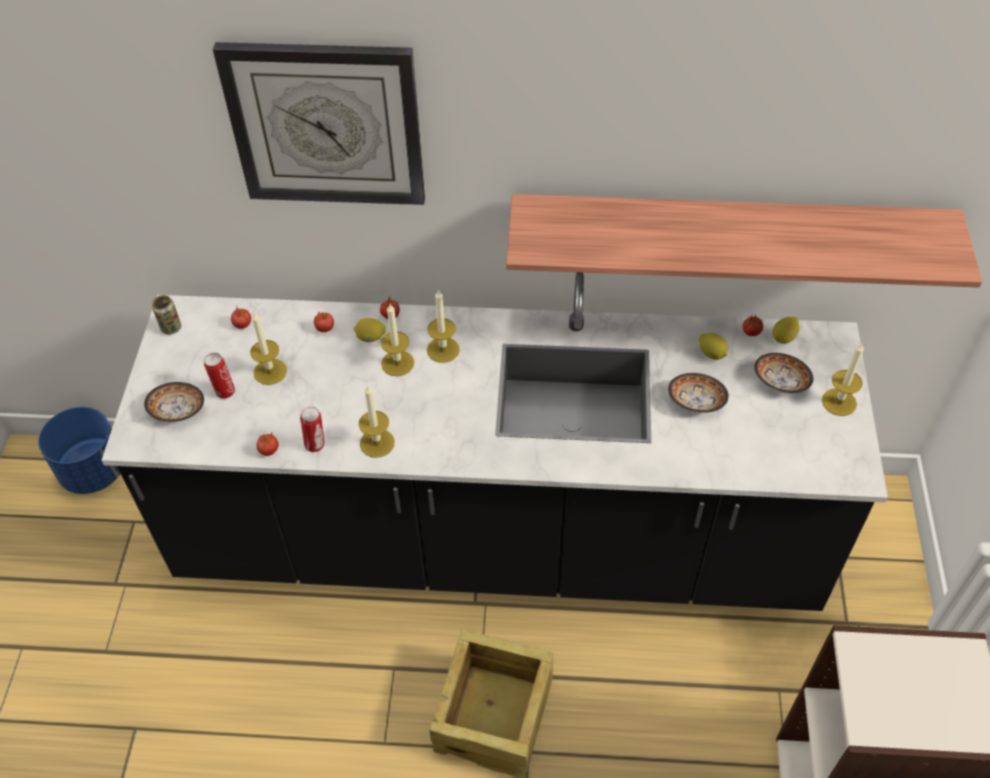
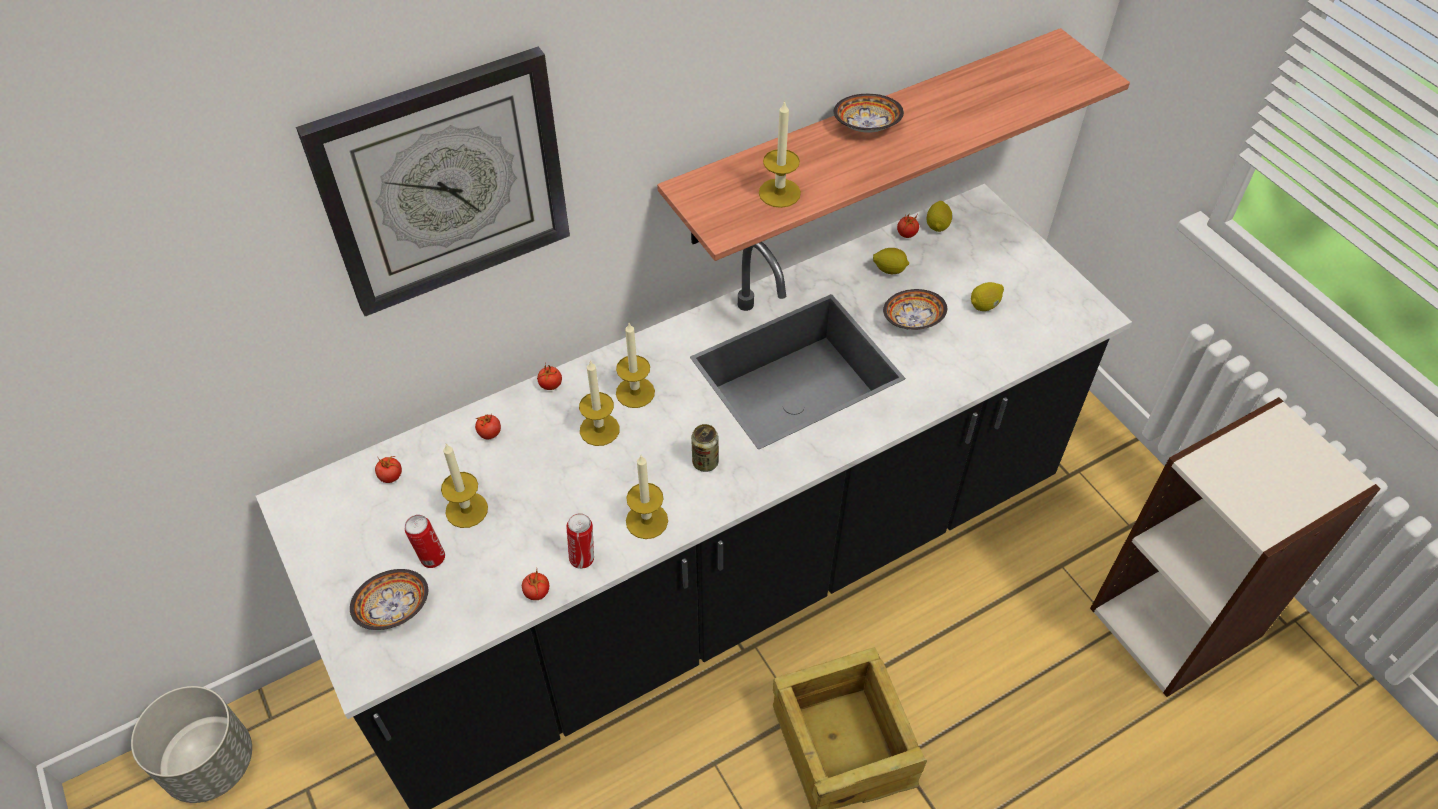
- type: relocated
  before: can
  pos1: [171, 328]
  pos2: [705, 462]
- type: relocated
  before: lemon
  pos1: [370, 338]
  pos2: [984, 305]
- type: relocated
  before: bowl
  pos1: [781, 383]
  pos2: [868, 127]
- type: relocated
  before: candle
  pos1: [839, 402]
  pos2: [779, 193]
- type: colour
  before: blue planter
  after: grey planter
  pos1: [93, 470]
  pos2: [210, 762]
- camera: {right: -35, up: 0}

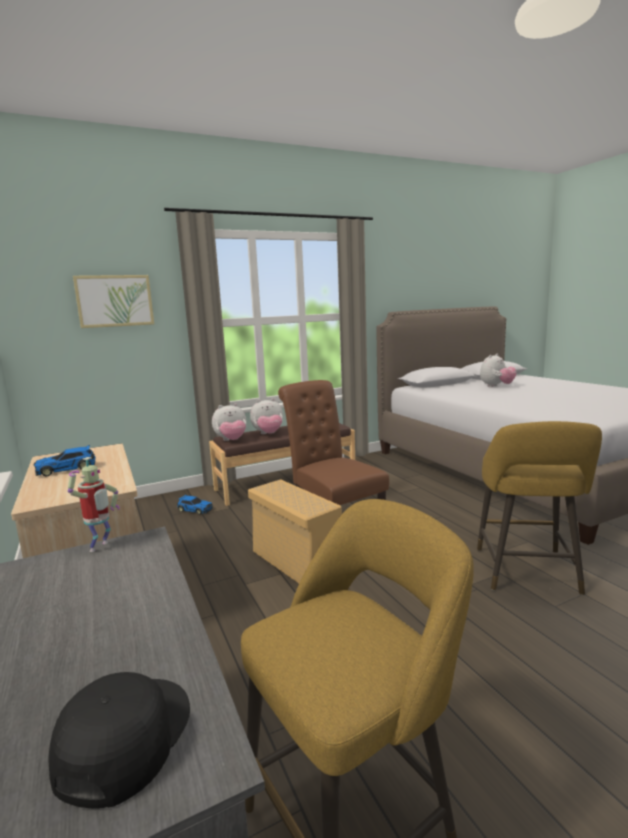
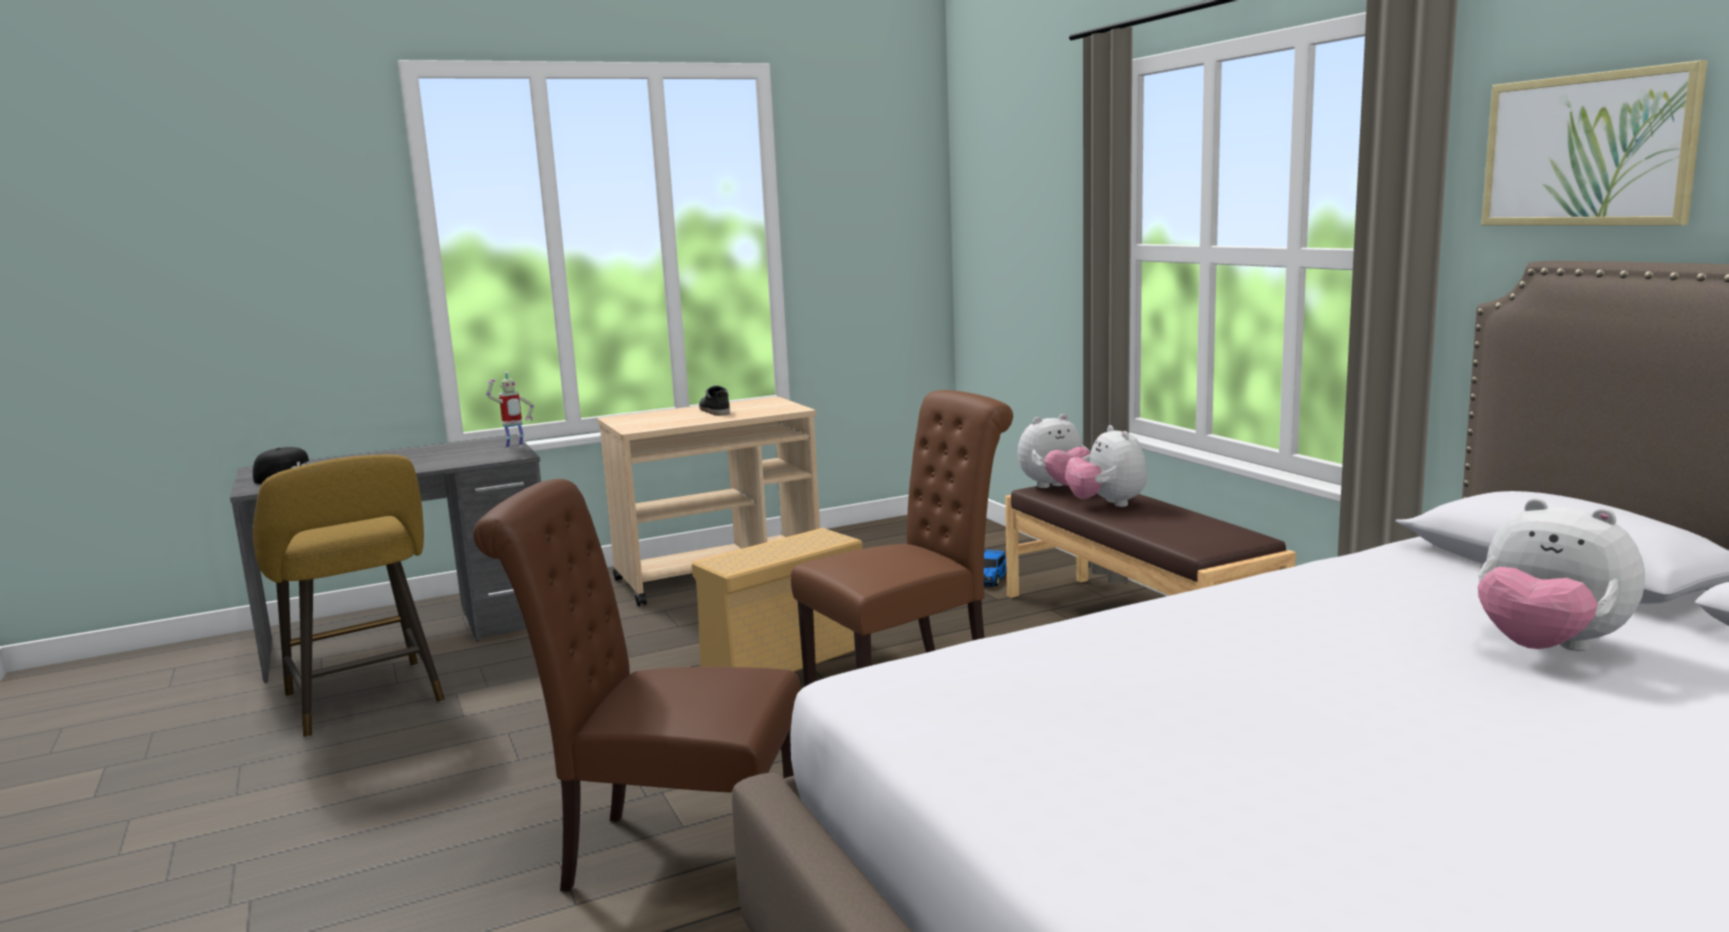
- type: relocated
  before: picture
  pos1: [115, 301]
  pos2: [1587, 150]
- type: exchanged
  before: toy car
  after: shoe
  pos1: [68, 469]
  pos2: [714, 410]
- type: exchanged
  before: yellow stool
  after: brown chair
  pos1: [527, 574]
  pos2: [668, 855]
- type: spun
  before: toy robot
  pos1: [101, 547]
  pos2: [515, 448]
  turn: -60
- type: spun
  before: plush toy
  pos1: [231, 440]
  pos2: [1055, 488]
  turn: -90
- camera: {right: 90, up: 0}

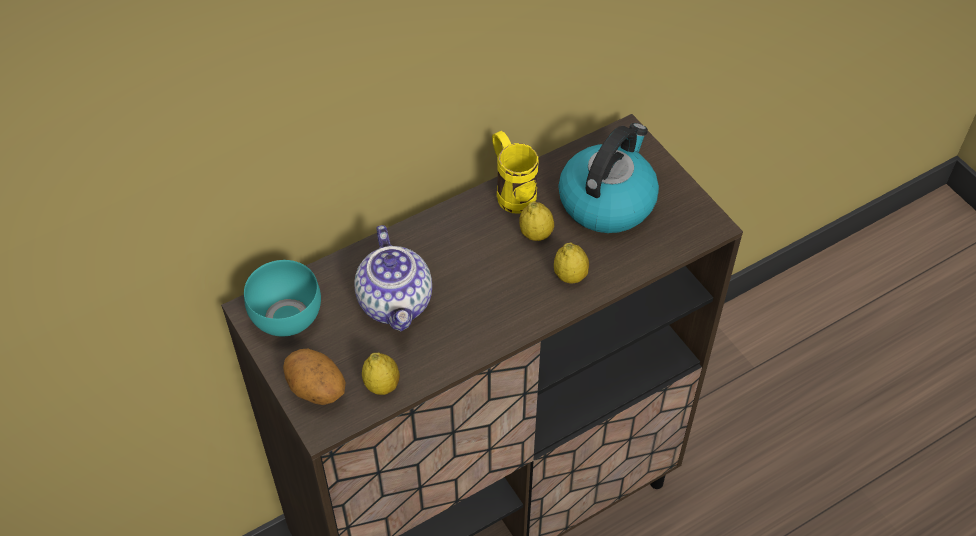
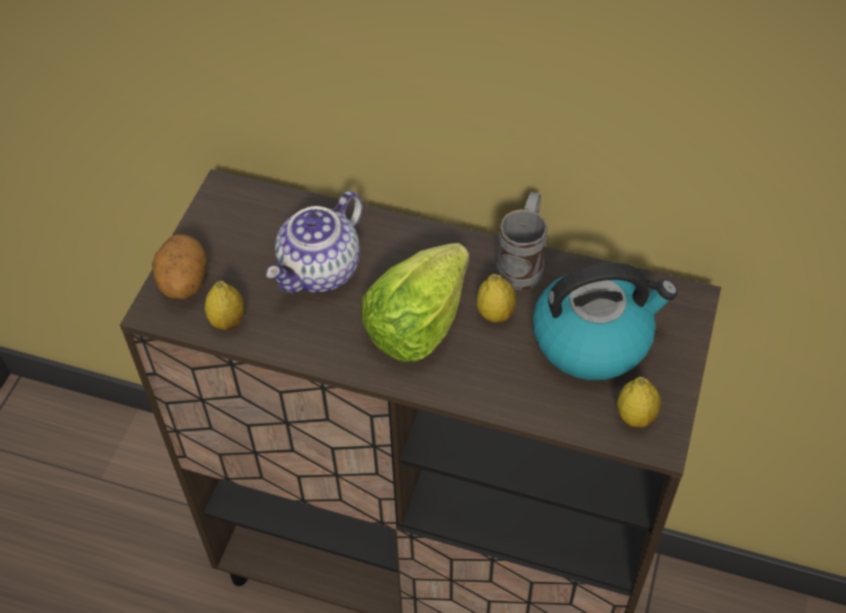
- type: missing
  before: turquoise bowl
  pos1: [288, 320]
- type: appeared
  after: lettuce
  pos2: [417, 324]
- type: relocated
  before: lemon
  pos1: [570, 276]
  pos2: [635, 416]
- type: colour
  before: yellow mug
  after: grey mug
  pos1: [511, 191]
  pos2: [523, 263]
- camera: {right: 50, up: 0}

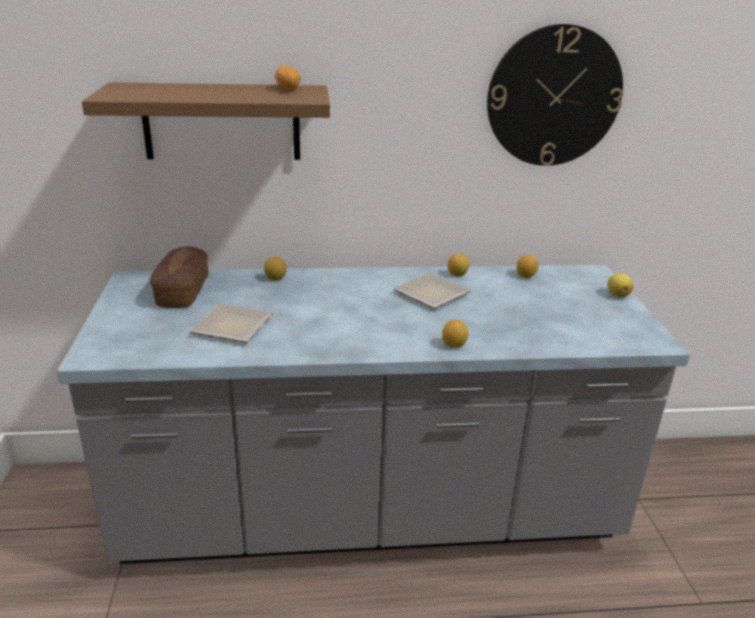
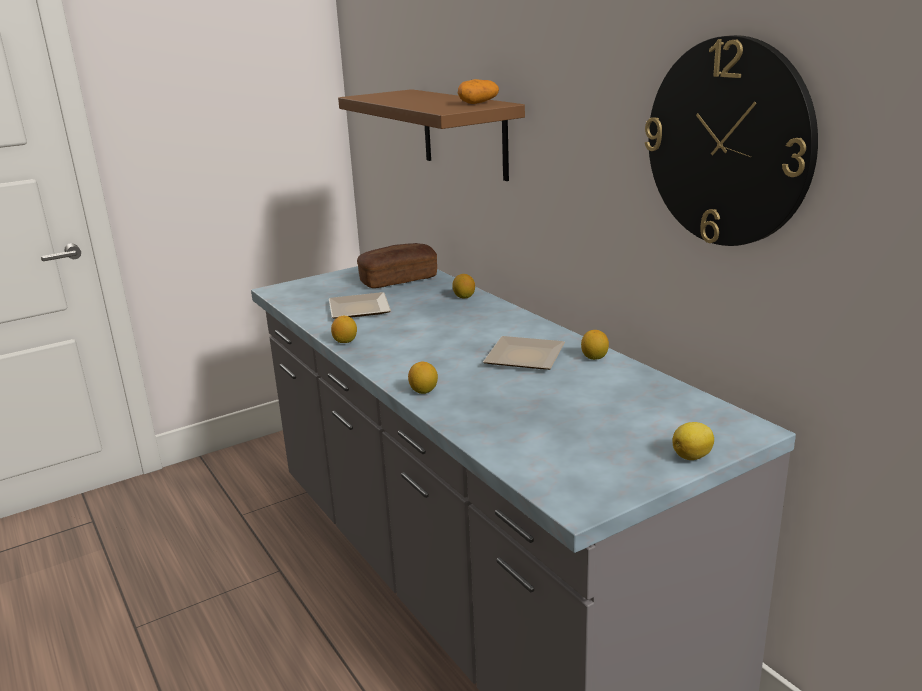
- type: relocated
  before: lemon
  pos1: [525, 276]
  pos2: [345, 341]
- camera: {right: 65, up: -5}

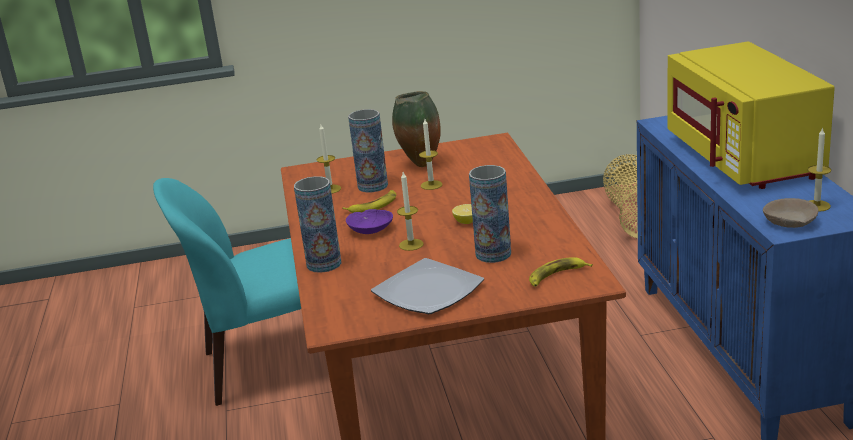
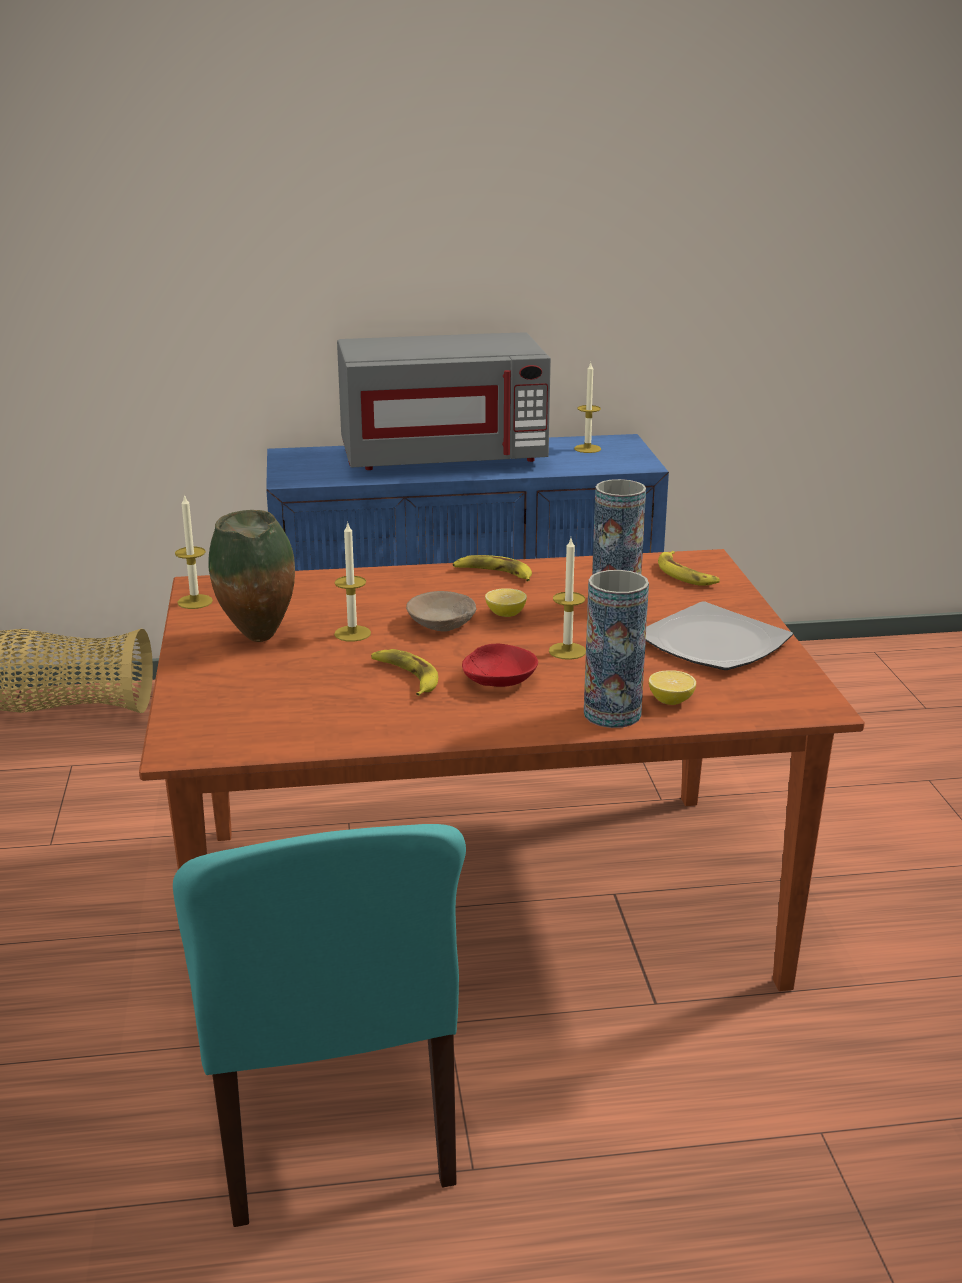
- type: missing
  before: vase
  pos1: [372, 186]
- type: appeared
  after: banana
  pos2: [494, 574]
- type: appeared
  after: lemon
  pos2: [671, 701]
- type: relocated
  before: candle
  pos1: [330, 189]
  pos2: [195, 601]
- type: relocated
  before: beige bowl
  pos1: [790, 222]
  pos2: [442, 623]
- type: colour
  before: purple bowl
  after: red bowl
  pos1: [370, 229]
  pos2: [498, 679]
- type: colour
  before: yellow microwave
  after: grey microwave
  pos1: [744, 158]
  pos2: [443, 458]
- camera: {right: -90, up: 0}

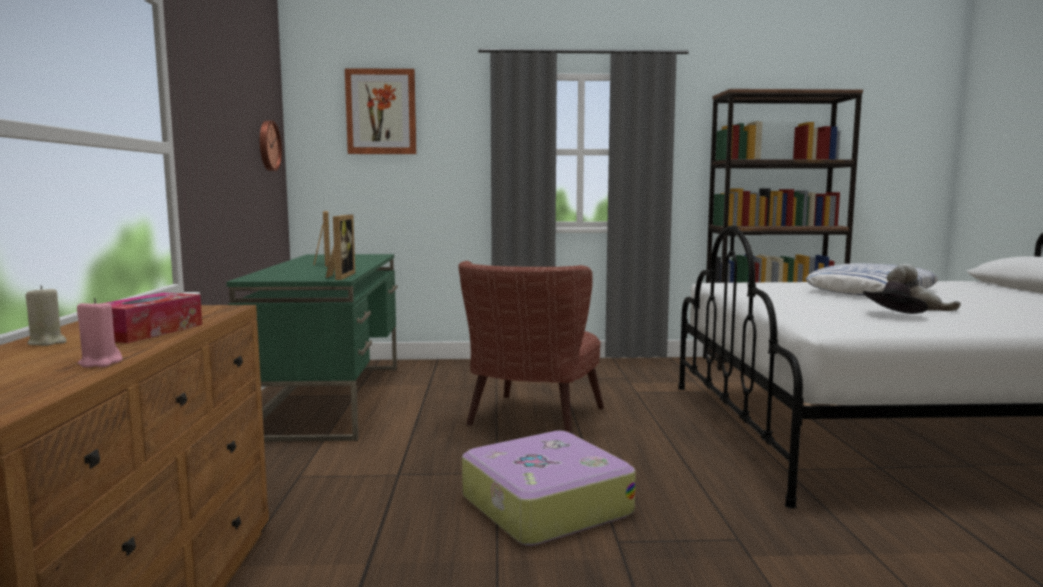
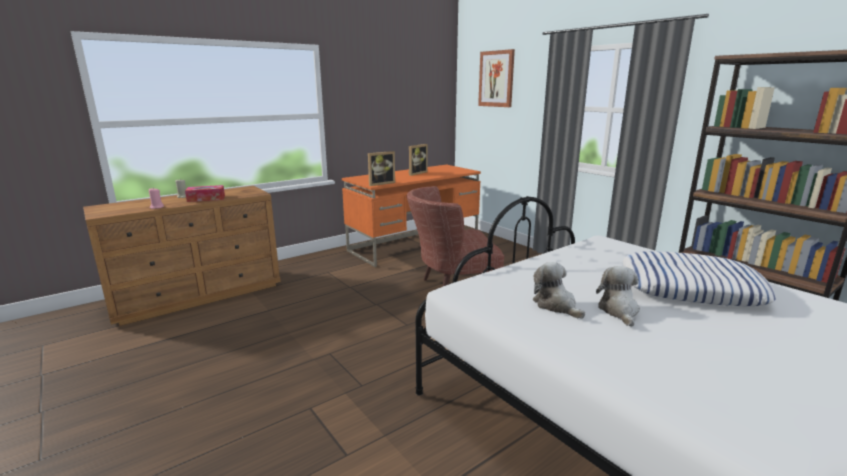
- type: missing
  before: wall clock
  pos1: [267, 146]
- type: missing
  before: suitcase
  pos1: [543, 505]
- type: exchanged
  before: black hat
  after: plush toy
  pos1: [893, 316]
  pos2: [556, 305]
- type: colour
  before: green desk
  after: orange desk
  pos1: [331, 399]
  pos2: [414, 245]
- camera: {right: 55, up: 10}

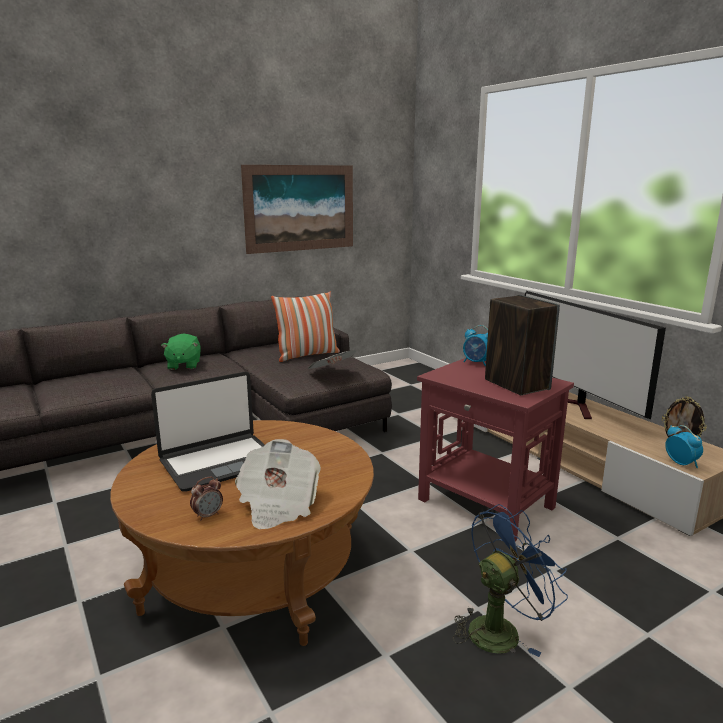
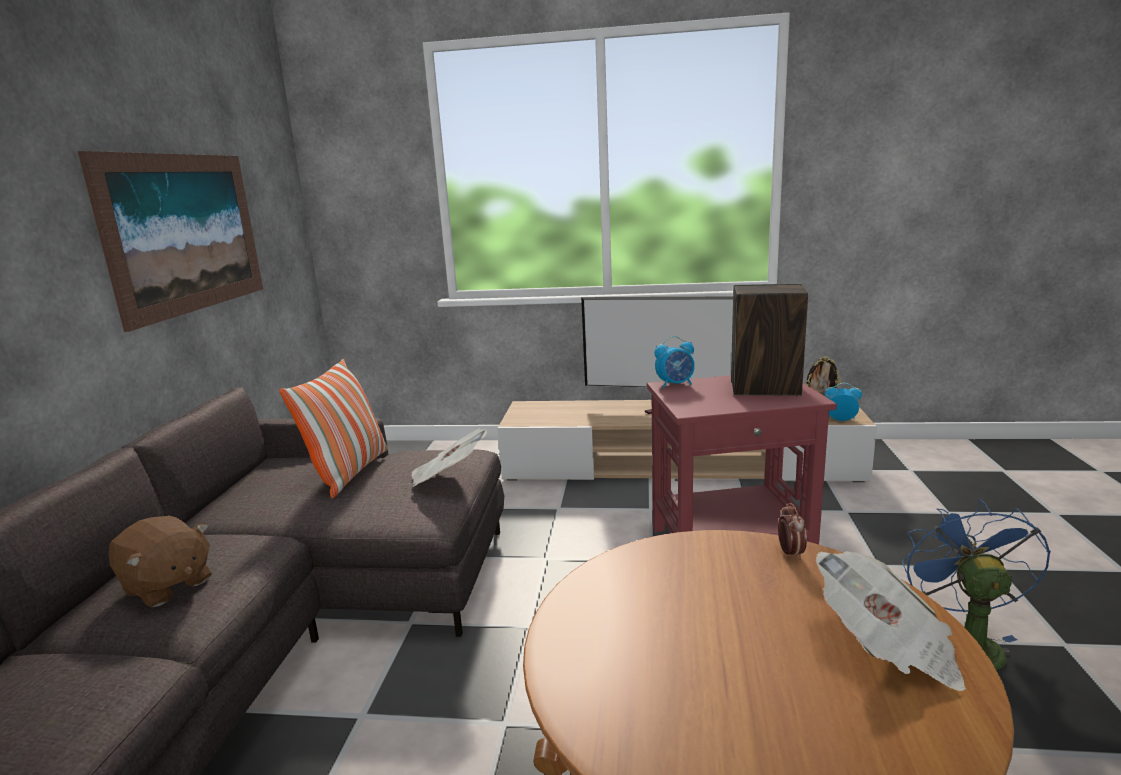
- type: missing
  before: laptop
  pos1: [219, 462]
- type: relocated
  before: alarm clock
  pos1: [208, 515]
  pos2: [790, 553]
- type: colour
  before: green plush toy
  after: brown plush toy
  pos1: [183, 365]
  pos2: [167, 586]
- camera: {right: -50, up: 0}

